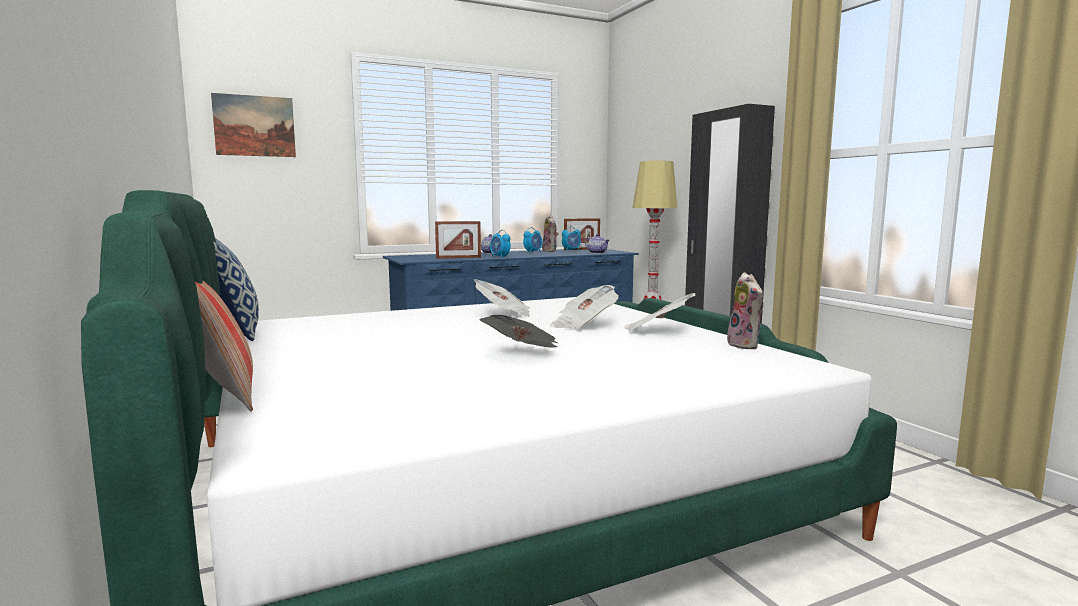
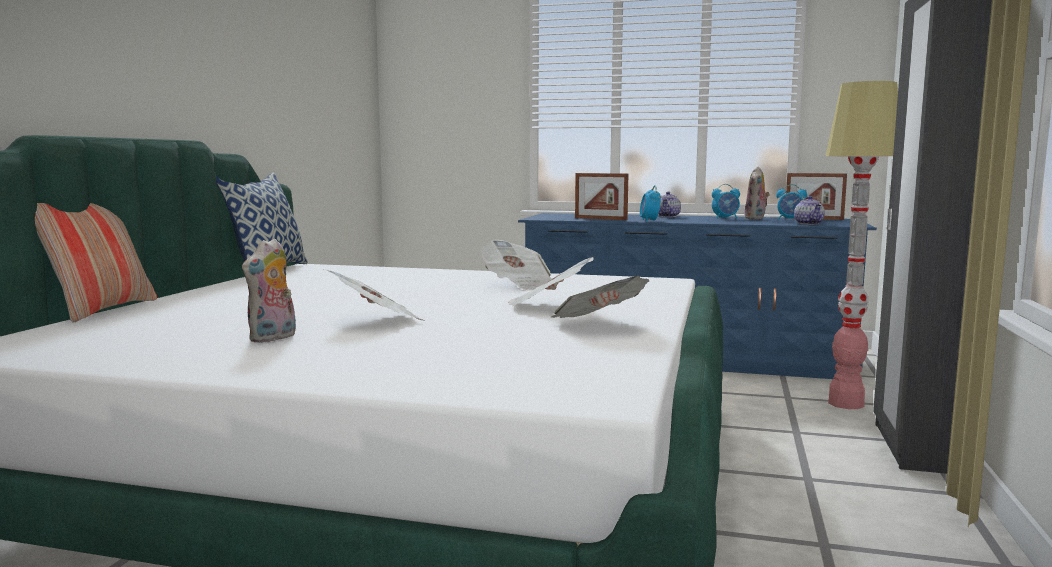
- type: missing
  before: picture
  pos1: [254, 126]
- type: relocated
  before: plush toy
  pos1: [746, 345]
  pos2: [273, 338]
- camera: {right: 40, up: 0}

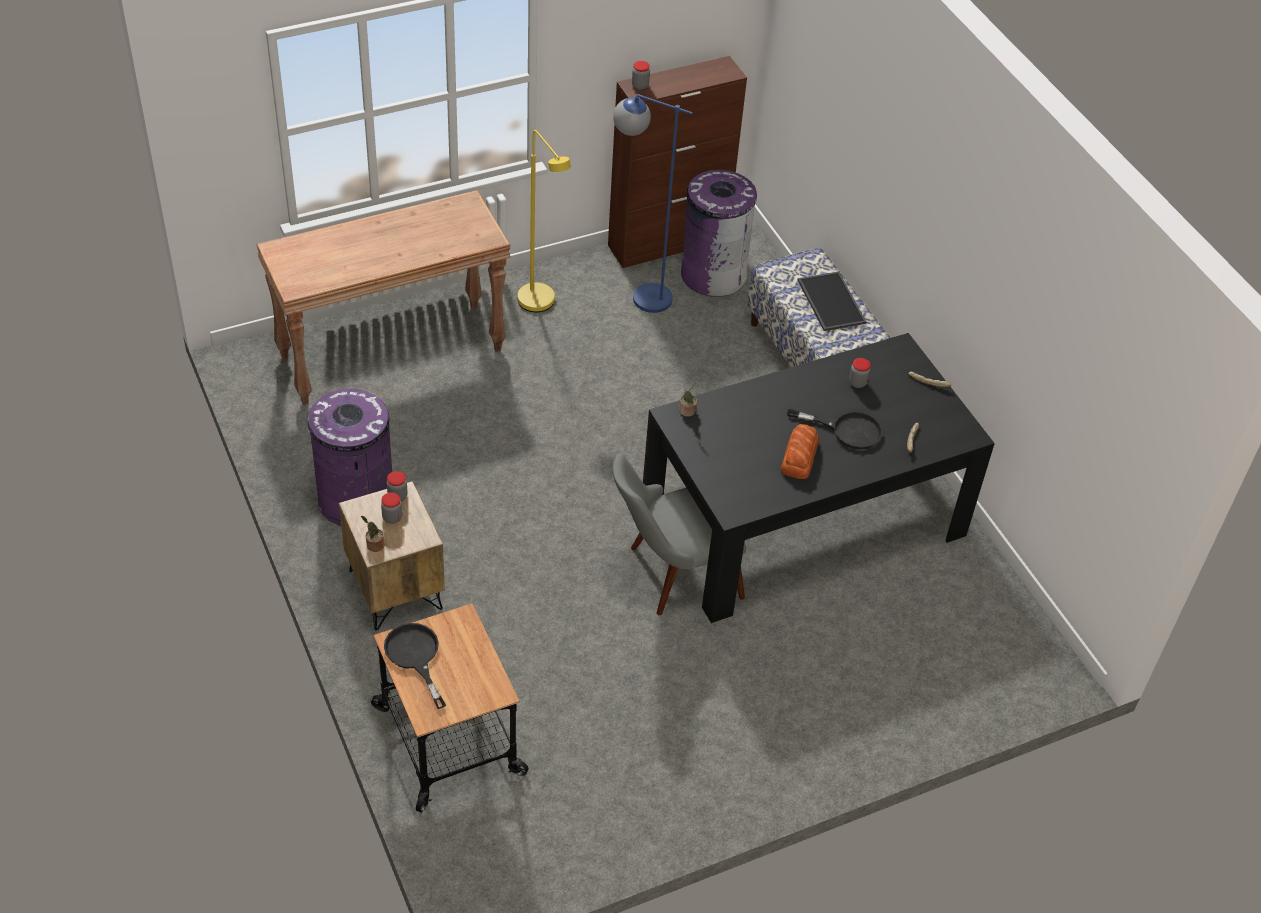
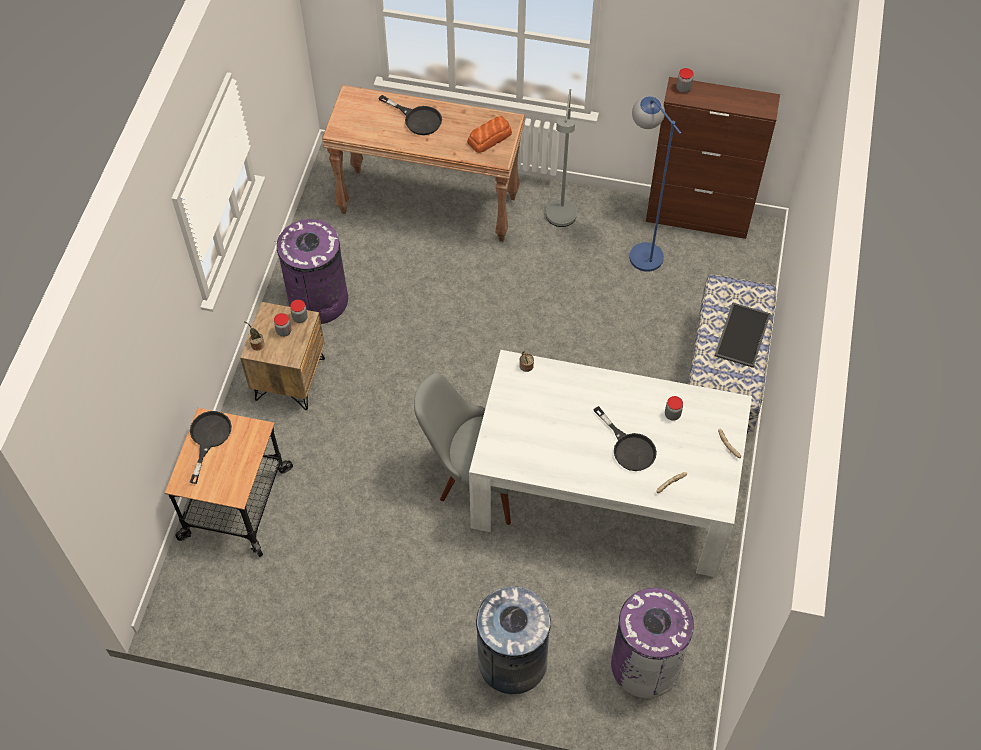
- type: appeared
  after: black frying pan
  pos2: [417, 119]
- type: appeared
  after: grey trash can
  pos2: [512, 662]
- type: relocated
  before: purple trash can
  pos1: [713, 274]
  pos2: [645, 664]
- type: relocated
  before: bread
  pos1: [799, 456]
  pos2: [490, 138]
- type: colour
  before: yellow floor lamp
  after: grey floor lamp
  pos1: [541, 306]
  pos2: [560, 222]
- type: colour
  before: black dining table
  after: white dining table
  pos1: [803, 519]
  pos2: [604, 491]
- camera: {right: 40, up: 10}

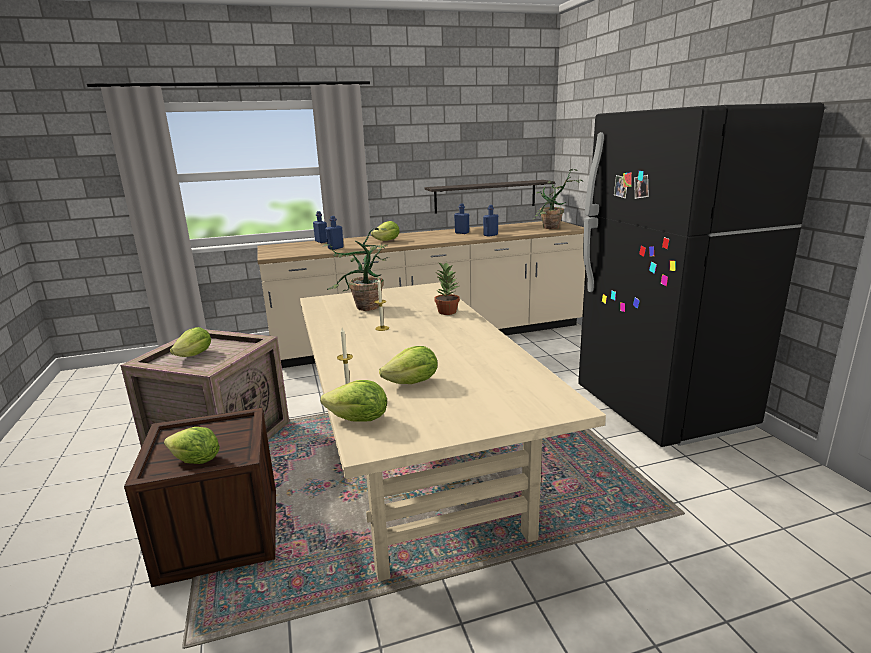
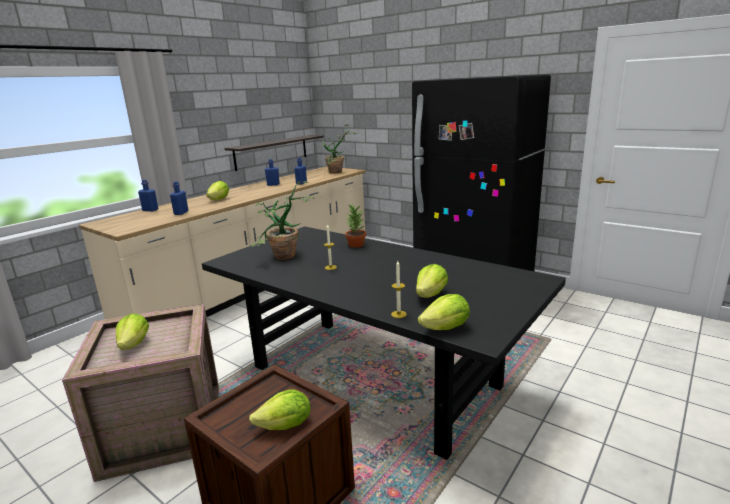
- type: colour
  before: beige dining table
  after: black dining table
  pos1: [417, 468]
  pos2: [374, 377]
- camera: {right: -35, up: 0}

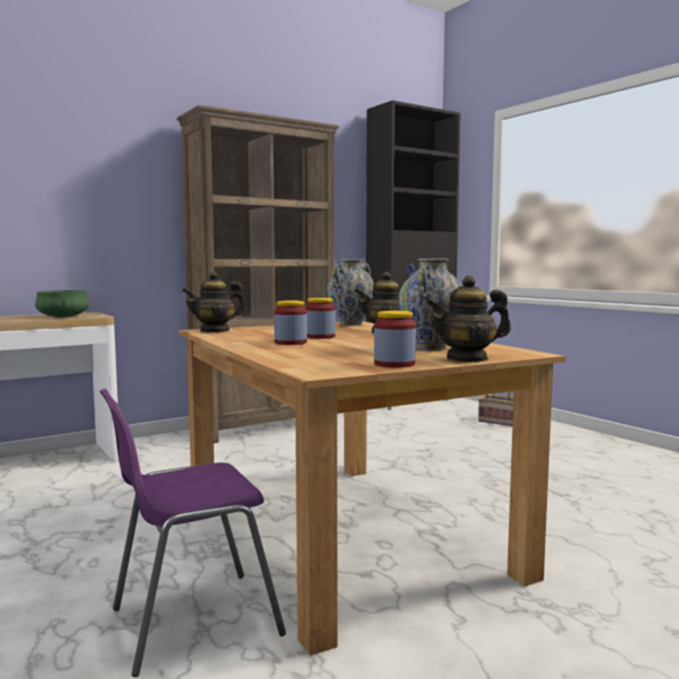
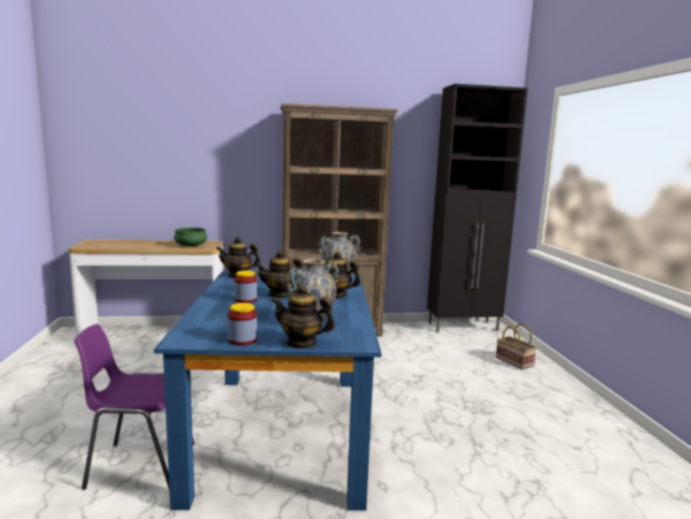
- type: exchanged
  before: jar
  after: teapot
  pos1: [320, 337]
  pos2: [280, 295]
- type: colour
  before: brown dining table
  after: blue dining table
  pos1: [344, 533]
  pos2: [283, 431]
- camera: {right: 25, up: 5}

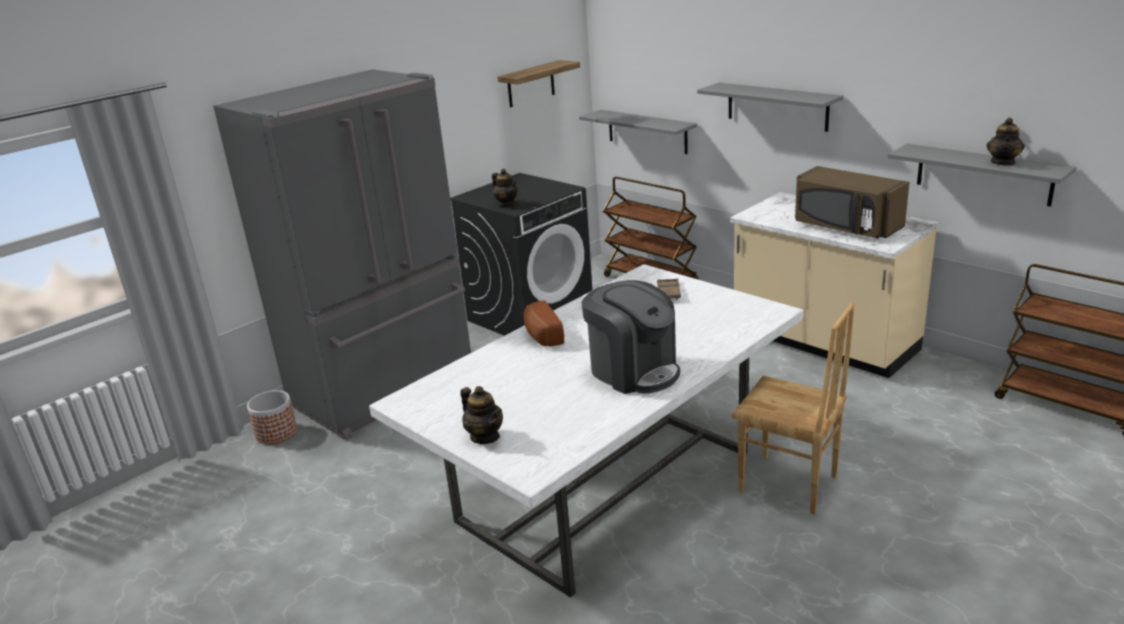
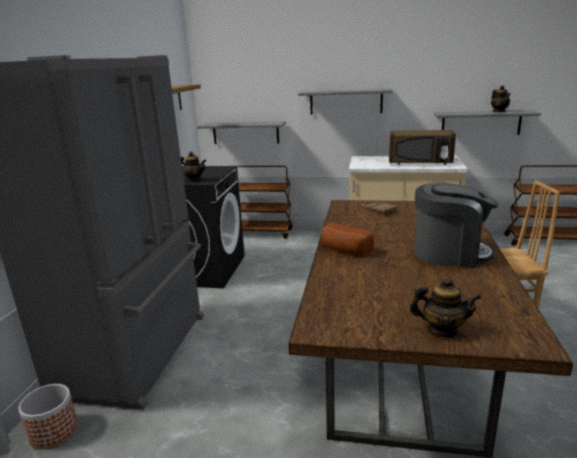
- type: colour
  before: white dining table
  after: brown dining table
  pos1: [608, 485]
  pos2: [400, 360]
- camera: {right: -35, up: -5}

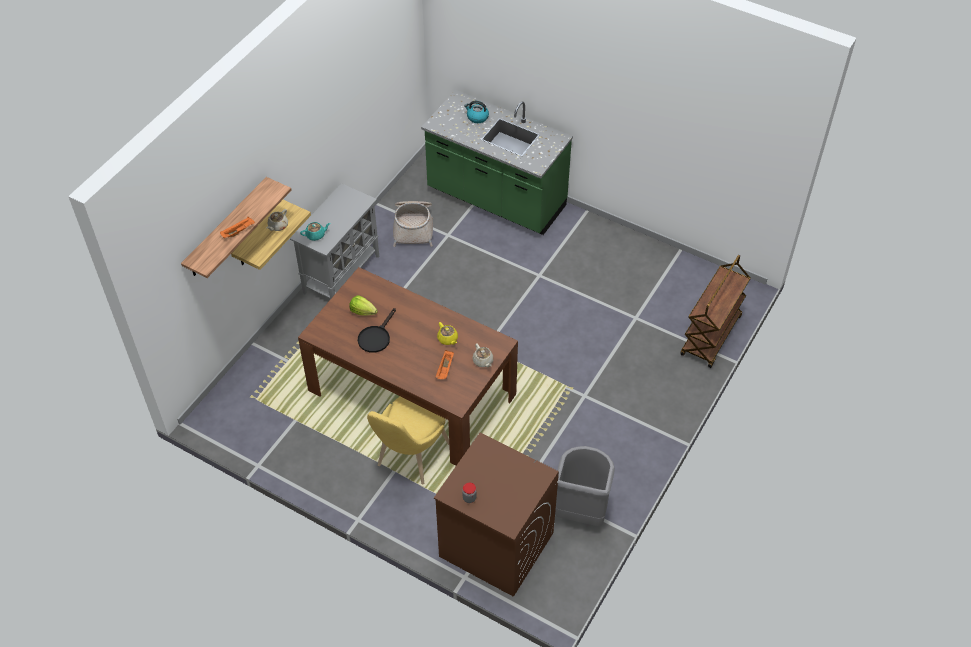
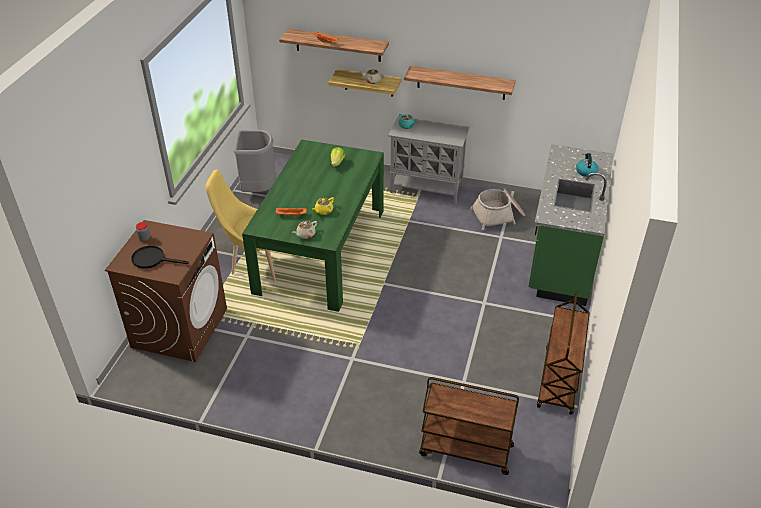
- type: appeared
  after: shelf
  pos2: [461, 83]
- type: appeared
  after: brown cart
  pos2: [559, 381]
- type: relocated
  before: black frying pan
  pos1: [376, 337]
  pos2: [153, 259]
- type: relocated
  before: grey trash can
  pos1: [580, 512]
  pos2: [258, 189]
- type: colour
  before: brown dining table
  after: green dining table
  pos1: [411, 392]
  pos2: [321, 250]
- camera: {right: 75, up: -10}

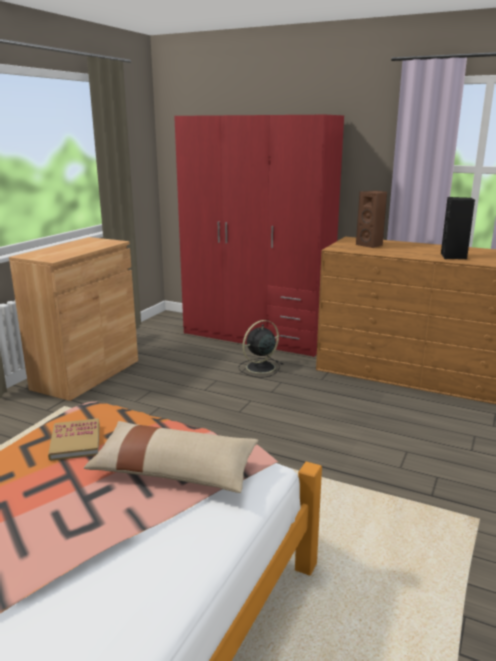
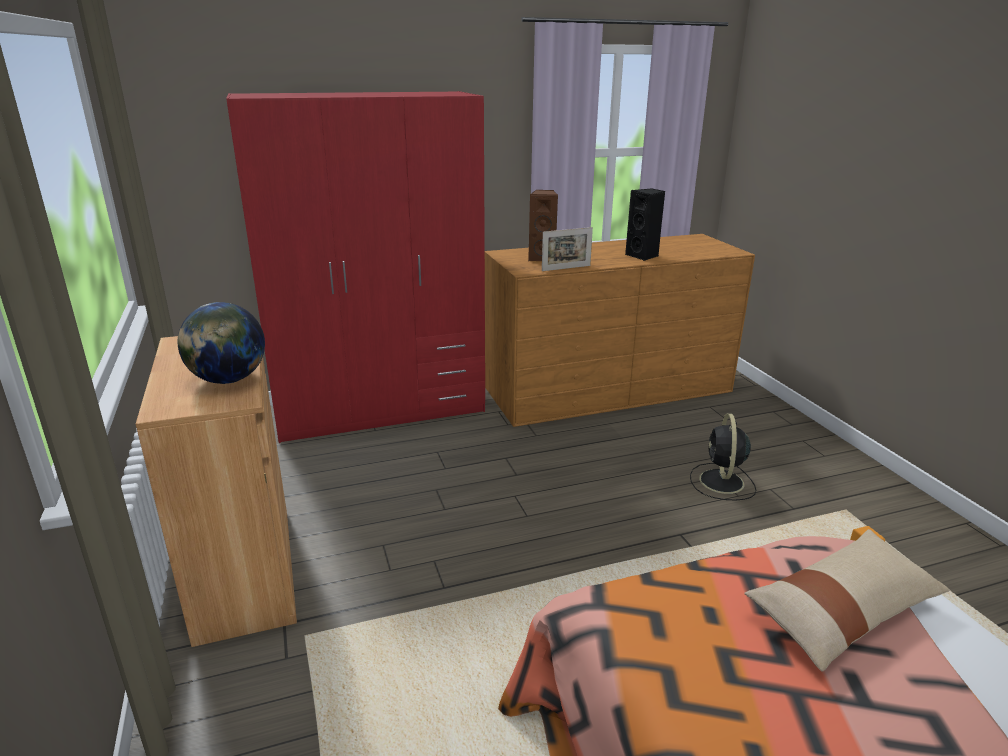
- type: missing
  before: book
  pos1: [75, 441]
- type: appeared
  after: globe
  pos2: [228, 380]
- type: appeared
  after: picture frame
  pos2: [566, 268]
- type: relocated
  before: black fan
  pos1: [259, 368]
  pos2: [721, 482]
- camera: {right: -45, up: 5}

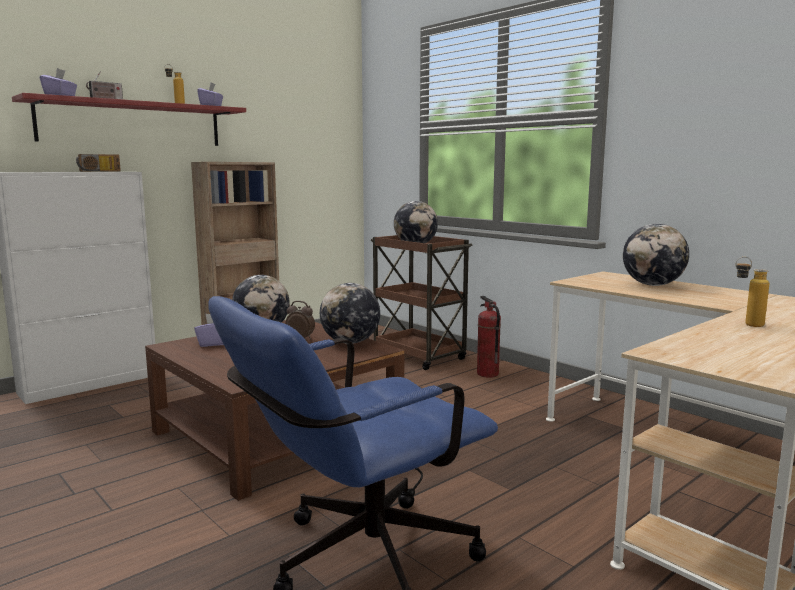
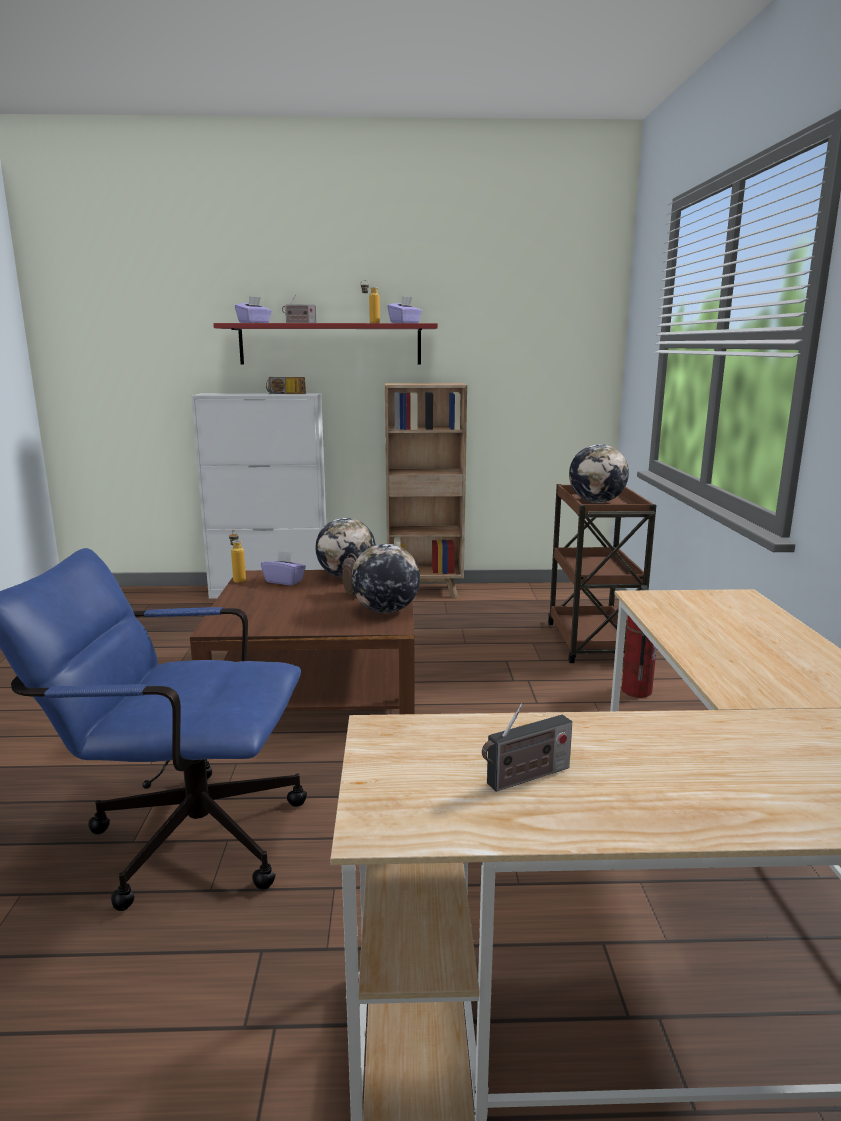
- type: missing
  before: globe
  pos1: [653, 285]
- type: appeared
  after: radio
  pos2: [525, 777]
- type: relocated
  before: bottle
  pos1: [746, 324]
  pos2: [238, 579]
- camera: {right: 40, up: 5}

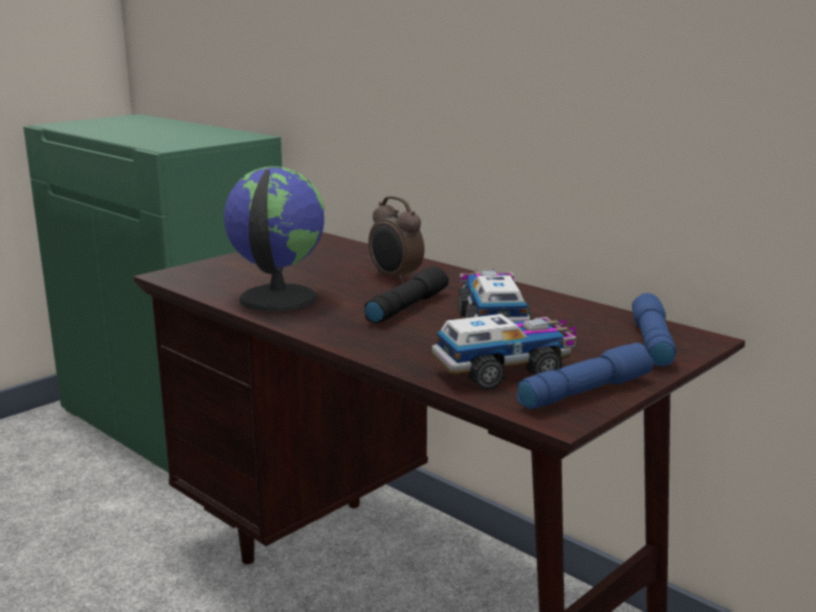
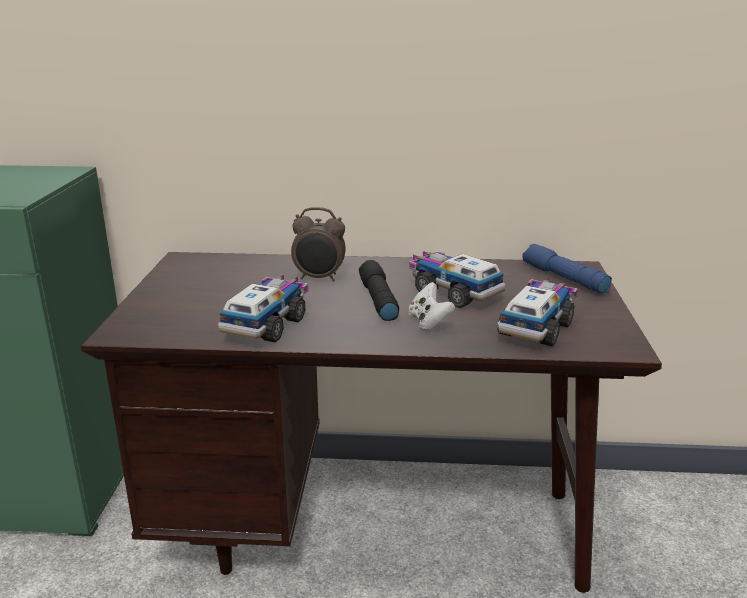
- type: missing
  before: blue flashlight
  pos1: [584, 391]
- type: appeared
  after: white game controller
  pos2: [429, 322]
- type: exchanged
  before: globe
  after: toy truck
  pos1: [276, 298]
  pos2: [267, 324]
- camera: {right: -40, up: 5}

